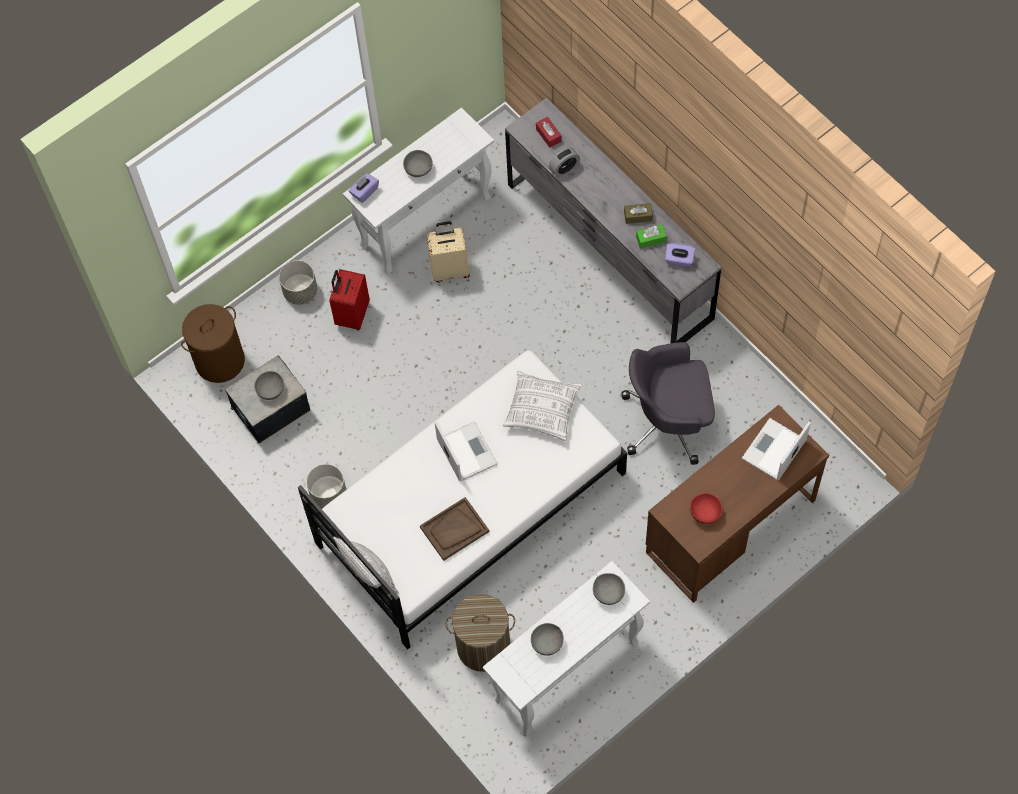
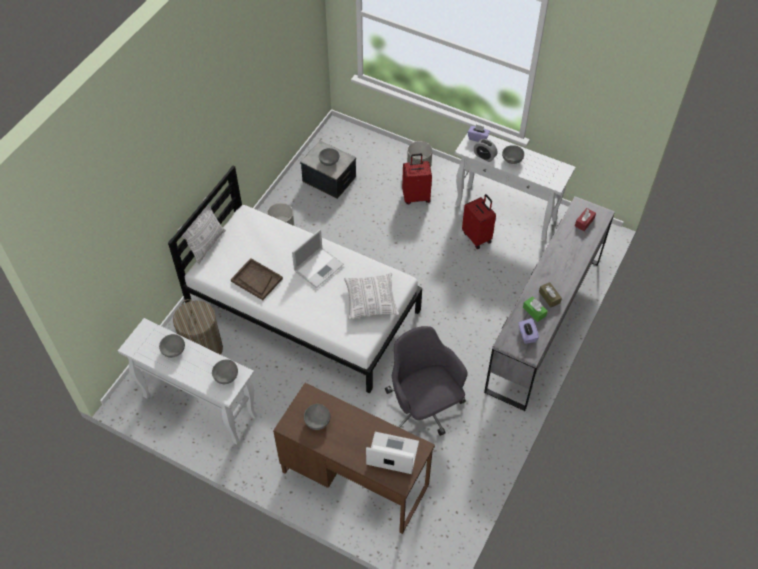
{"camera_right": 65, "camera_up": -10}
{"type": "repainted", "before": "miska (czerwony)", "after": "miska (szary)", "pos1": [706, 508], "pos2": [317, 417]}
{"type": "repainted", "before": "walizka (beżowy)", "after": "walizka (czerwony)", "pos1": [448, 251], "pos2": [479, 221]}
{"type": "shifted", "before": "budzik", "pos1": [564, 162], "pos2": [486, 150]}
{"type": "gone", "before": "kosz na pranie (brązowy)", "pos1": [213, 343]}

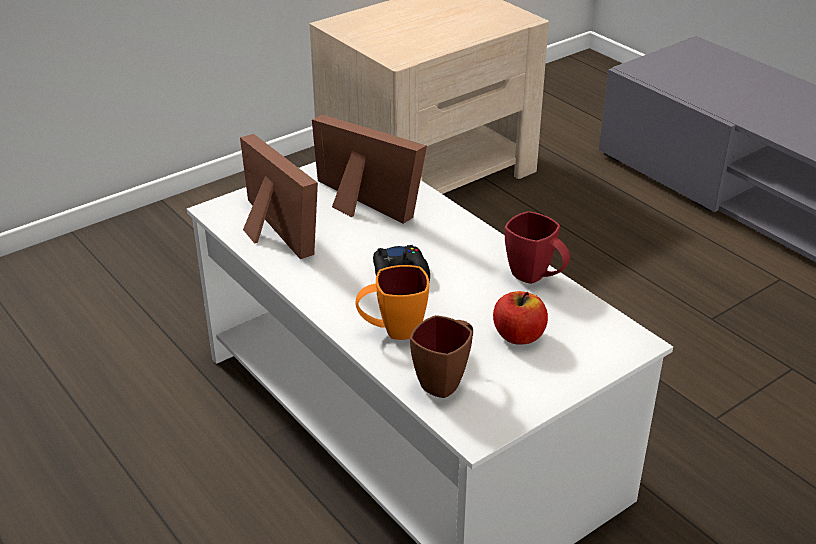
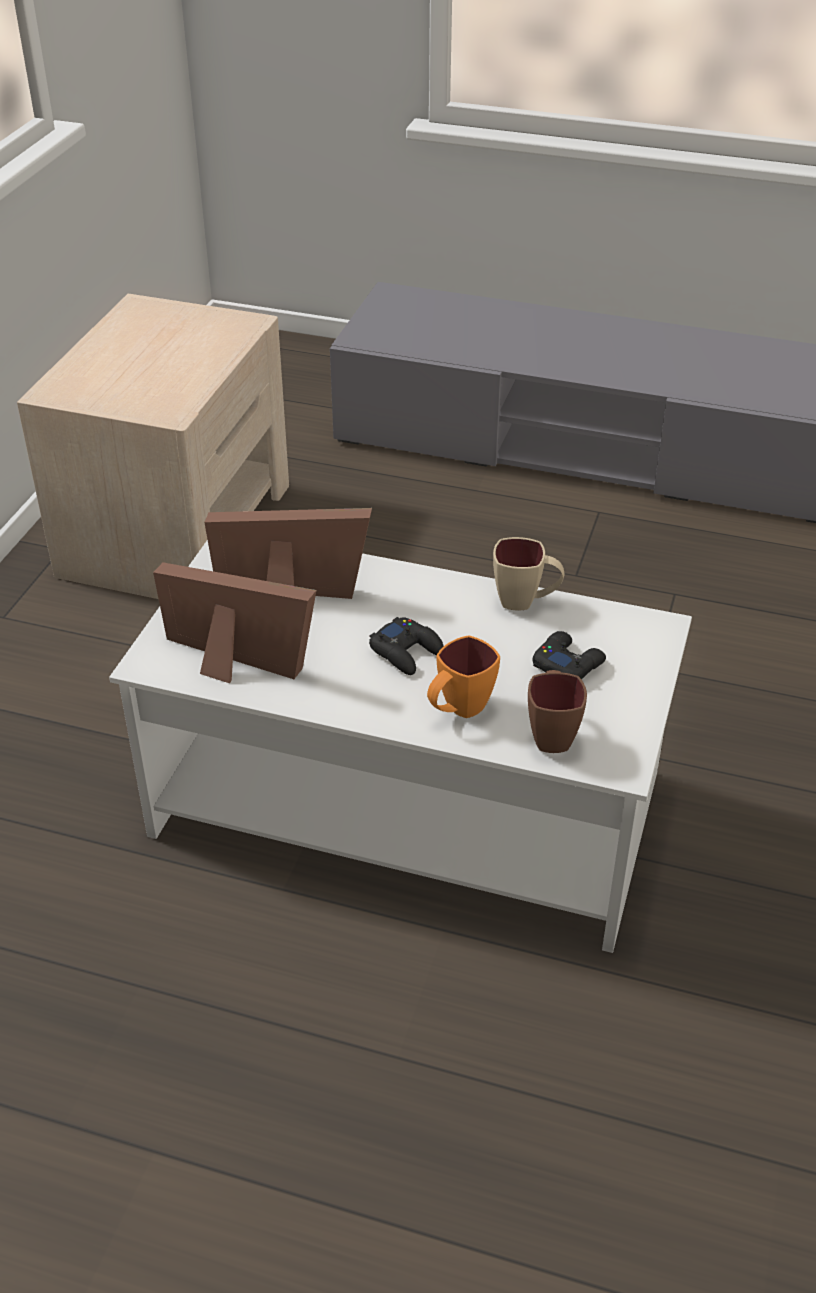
{"camera_right": -35, "camera_up": 5}
{"type": "repainted", "before": "kubek (czerwony)", "after": "kubek (beżowy)", "pos1": [537, 247], "pos2": [528, 573]}
{"type": "swapped", "before": "jabłko", "after": "pad do gier (czarny)", "pos1": [520, 318], "pos2": [569, 655]}

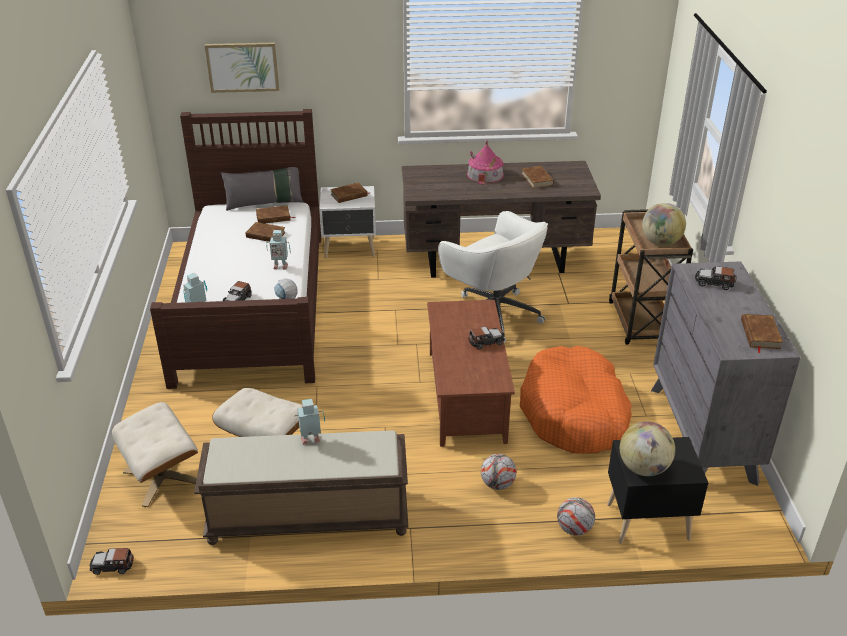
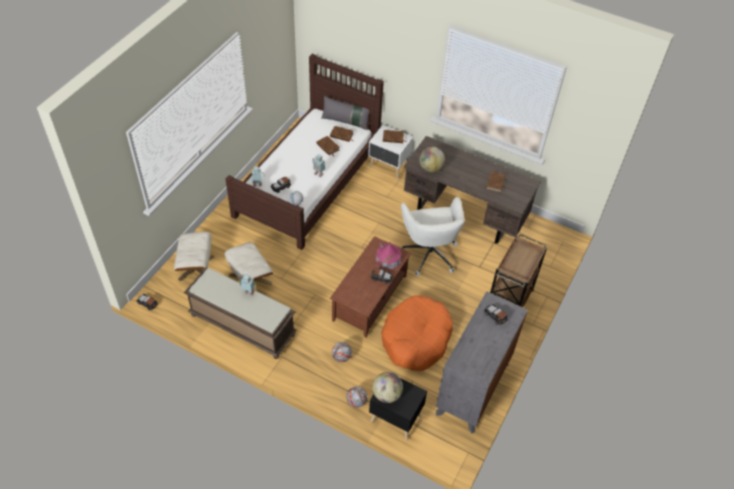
{"camera_right": 30, "camera_up": 15}
{"type": "shifted", "before": "domek", "pos1": [485, 162], "pos2": [388, 256]}
{"type": "shifted", "before": "globus", "pos1": [664, 224], "pos2": [432, 159]}
{"type": "gone", "before": "obraz", "pos1": [242, 68]}
{"type": "gone", "before": "książka (brązowy)", "pos1": [762, 333]}

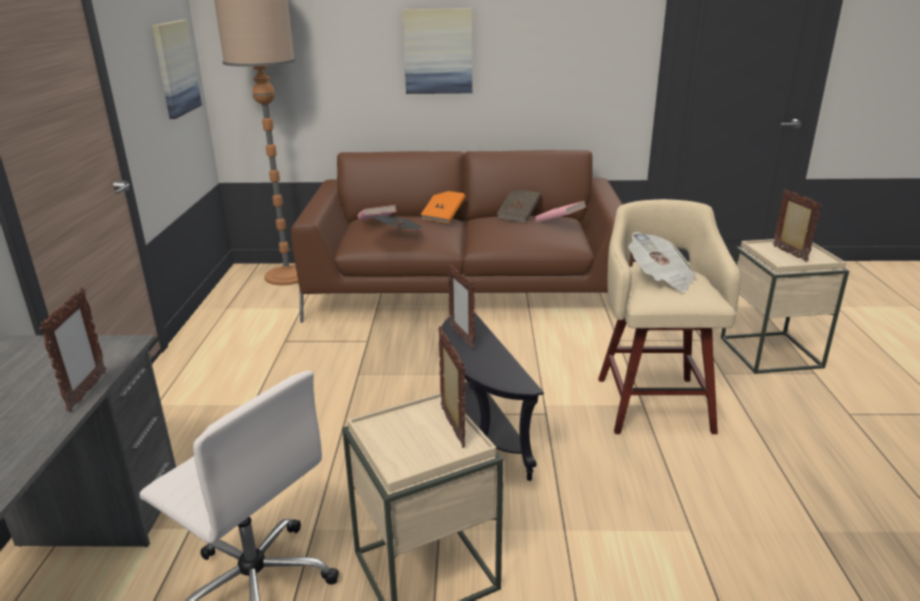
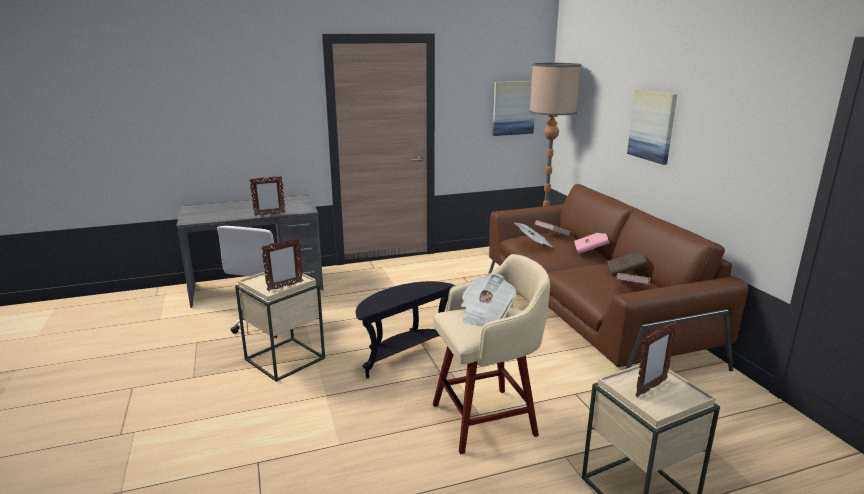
{"camera_right": 70, "camera_up": -5}
{"type": "repainted", "before": "książka (pomarańczowy)", "after": "książka (różowy)", "pos1": [443, 207], "pos2": [592, 243]}
{"type": "gone", "before": "ramka na zdjęcie", "pos1": [461, 306]}

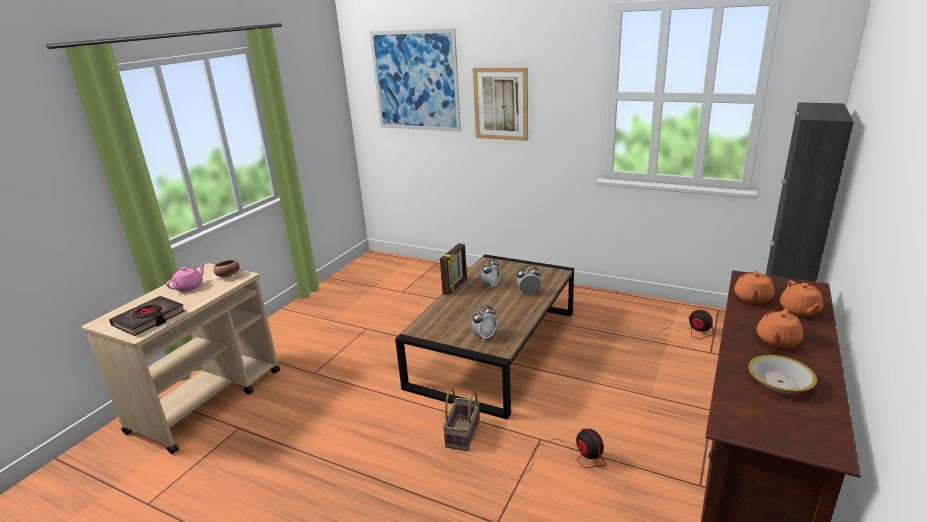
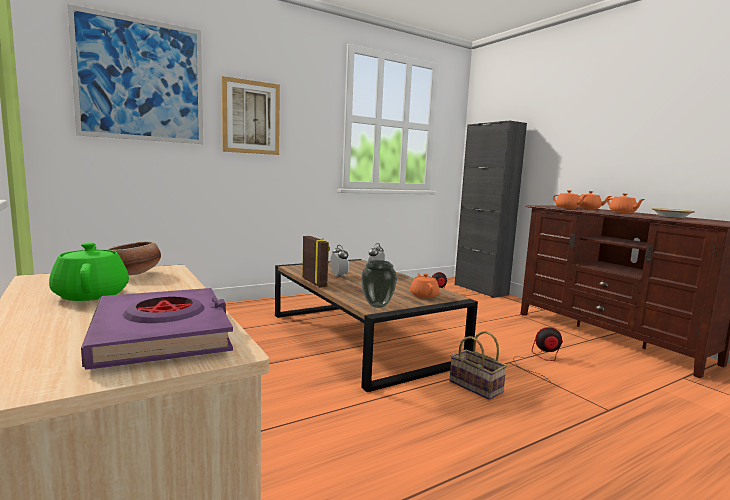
{"camera_right": -60, "camera_up": -15}
{"type": "repainted", "before": "imbryk (różowy)", "after": "imbryk (zielony)", "pos1": [186, 277], "pos2": [89, 271]}
{"type": "repainted", "before": "książka (czarny)", "after": "książka (fioletowy)", "pos1": [147, 316], "pos2": [157, 329]}
{"type": "new", "after": "wazon", "pos2": [379, 284]}
{"type": "swapped", "before": "budzik", "after": "imbryk (pomarańczowy)", "pos1": [484, 323], "pos2": [424, 285]}

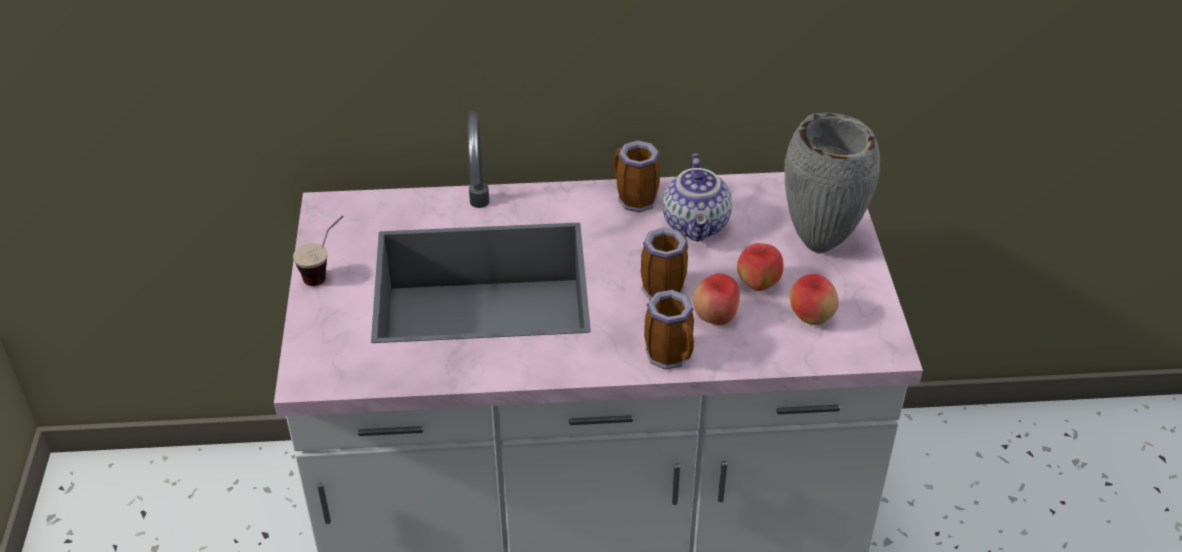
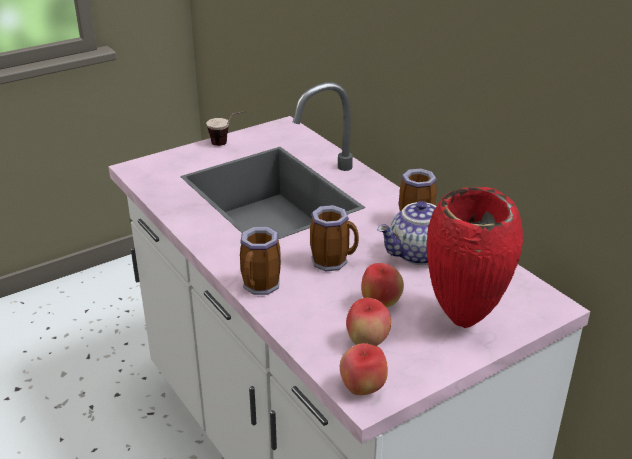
{"camera_right": 60, "camera_up": -10}
{"type": "shifted", "before": "jabłko", "pos1": [716, 299], "pos2": [364, 369]}
{"type": "repainted", "before": "wazon (szary)", "after": "wazon (czerwony)", "pos1": [832, 183], "pos2": [475, 257]}

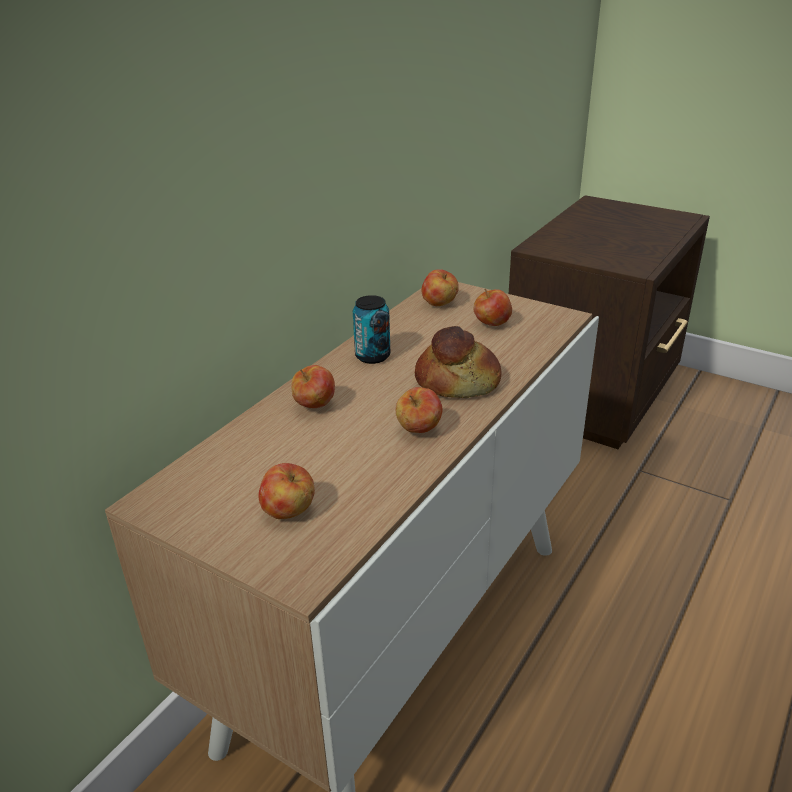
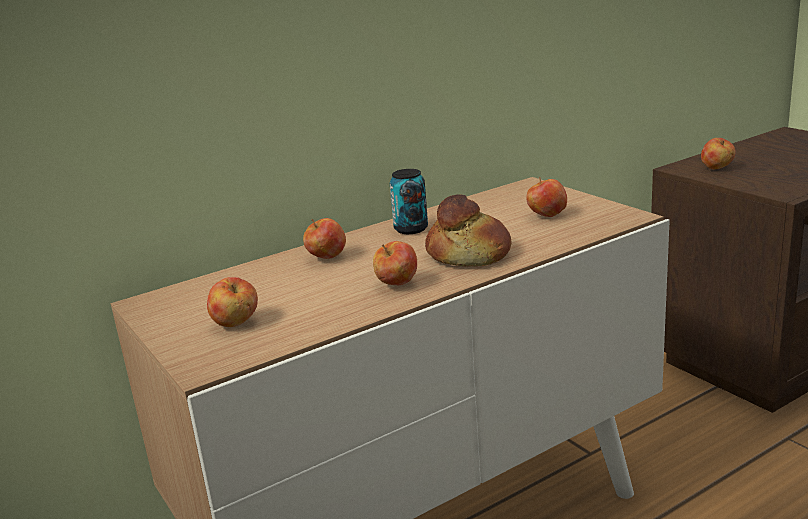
{"camera_right": 25, "camera_up": -10}
{"type": "shifted", "before": "jabłko", "pos1": [440, 287], "pos2": [718, 153]}

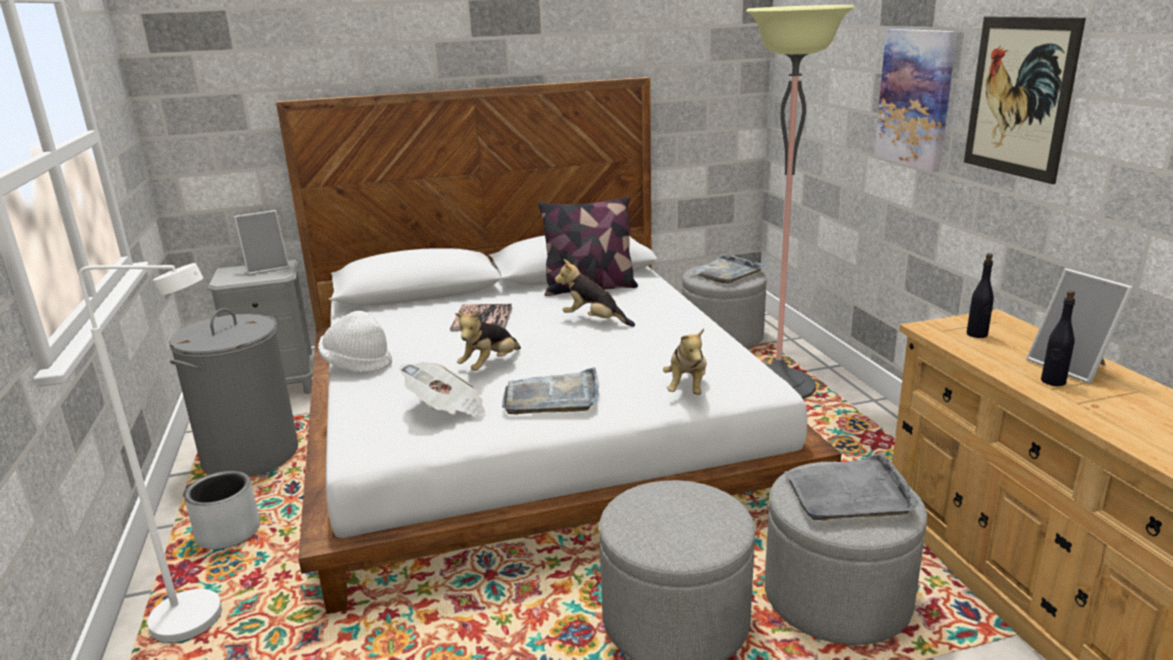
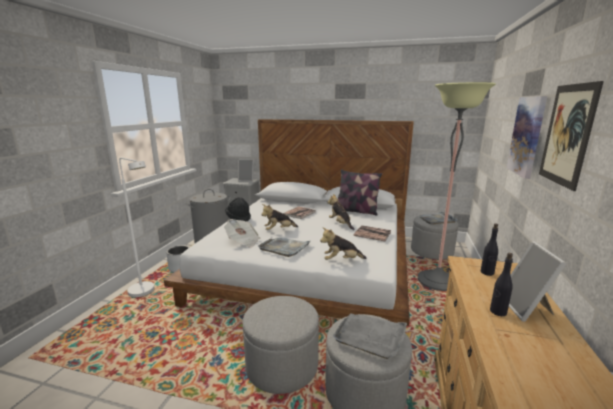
{"camera_right": 30, "camera_up": -5}
{"type": "repainted", "before": "kapelusz (biały)", "after": "kapelusz (czarny)", "pos1": [355, 342], "pos2": [238, 209]}
{"type": "rotated", "before": "pluszak", "pos1": [685, 361], "pos2": [343, 243], "turn": 45}
{"type": "new", "after": "książka", "pos2": [372, 233]}

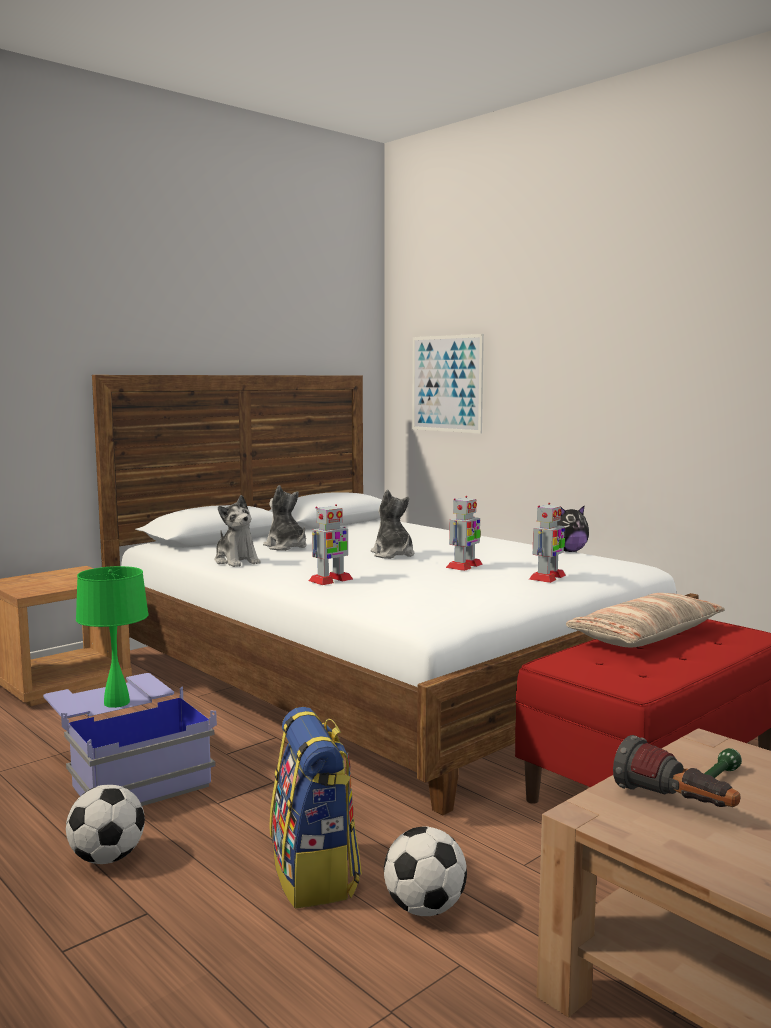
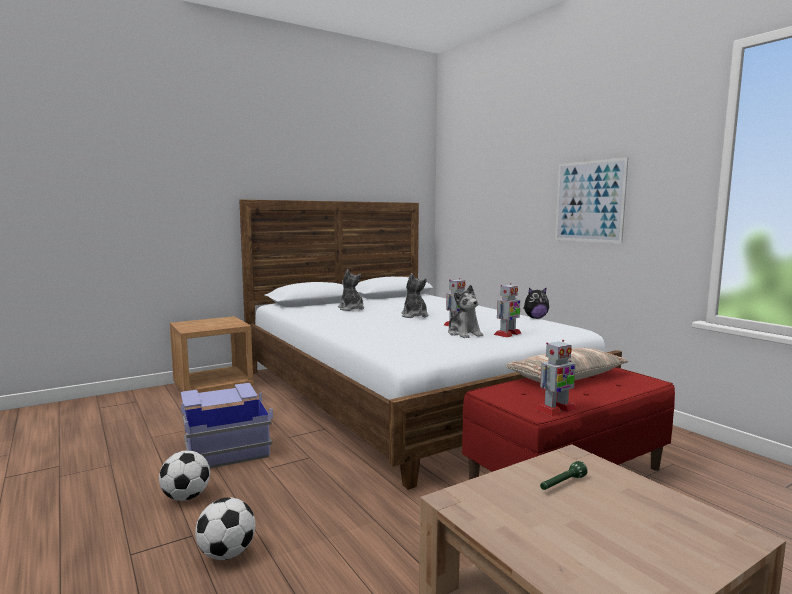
{"camera_right": 10, "camera_up": 0}
{"type": "shifted", "before": "piłka futbolowa", "pos1": [425, 871], "pos2": [225, 528]}
{"type": "shifted", "before": "pluszak", "pos1": [238, 531], "pos2": [465, 311]}
{"type": "shifted", "before": "robot zabawkowy", "pos1": [331, 544], "pos2": [556, 378]}
{"type": "shifted", "before": "obraz", "pos1": [448, 384], "pos2": [592, 200]}
{"type": "gone", "before": "lampa stołowa (zielony)", "pos1": [112, 637]}
{"type": "gone", "before": "plecak", "pos1": [316, 808]}
{"type": "gone", "before": "latarka", "pos1": [677, 771]}

